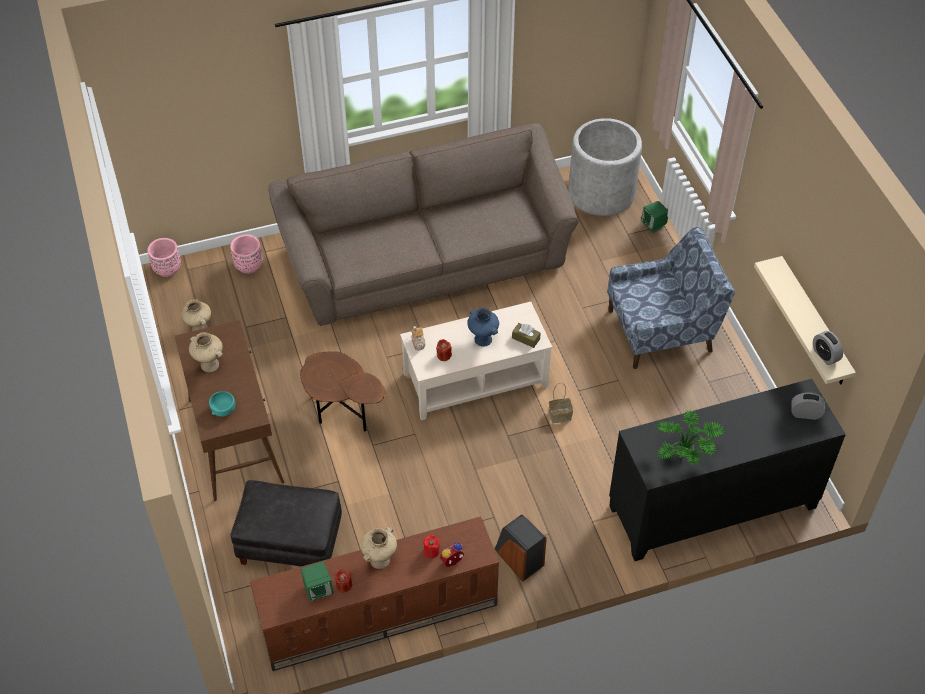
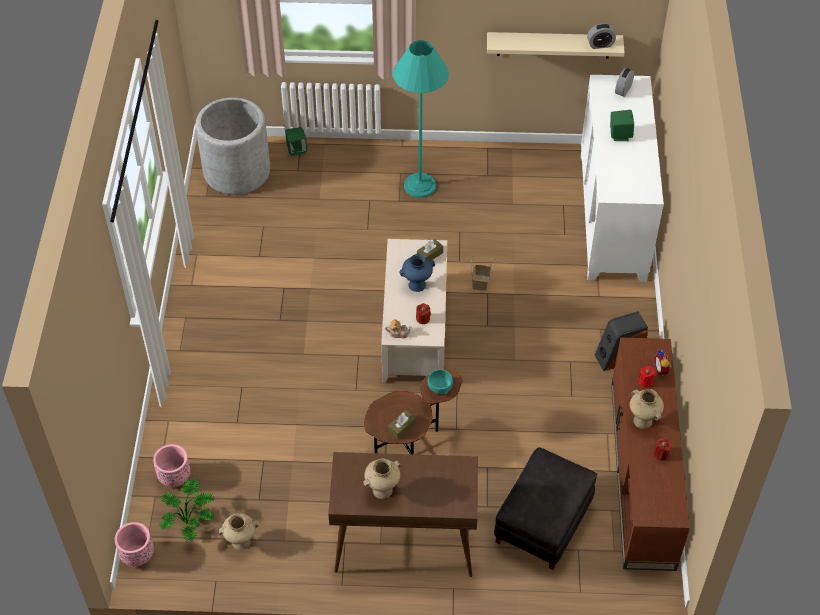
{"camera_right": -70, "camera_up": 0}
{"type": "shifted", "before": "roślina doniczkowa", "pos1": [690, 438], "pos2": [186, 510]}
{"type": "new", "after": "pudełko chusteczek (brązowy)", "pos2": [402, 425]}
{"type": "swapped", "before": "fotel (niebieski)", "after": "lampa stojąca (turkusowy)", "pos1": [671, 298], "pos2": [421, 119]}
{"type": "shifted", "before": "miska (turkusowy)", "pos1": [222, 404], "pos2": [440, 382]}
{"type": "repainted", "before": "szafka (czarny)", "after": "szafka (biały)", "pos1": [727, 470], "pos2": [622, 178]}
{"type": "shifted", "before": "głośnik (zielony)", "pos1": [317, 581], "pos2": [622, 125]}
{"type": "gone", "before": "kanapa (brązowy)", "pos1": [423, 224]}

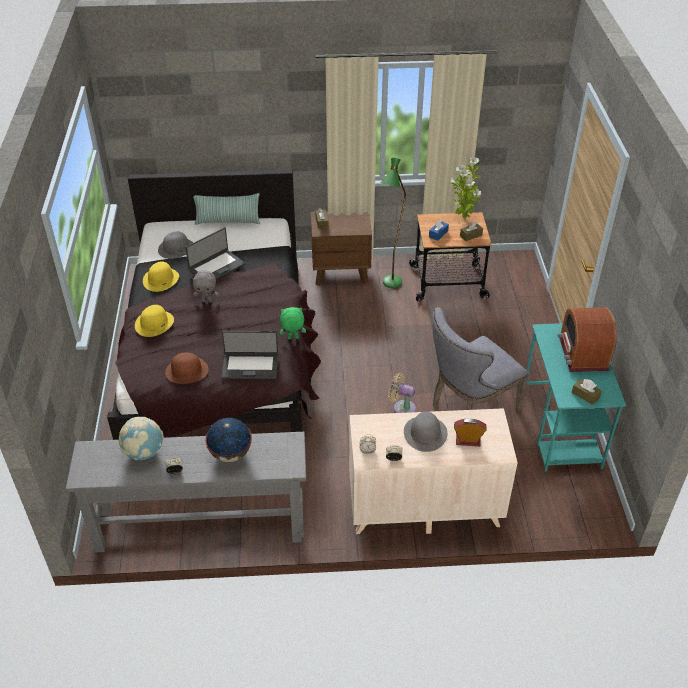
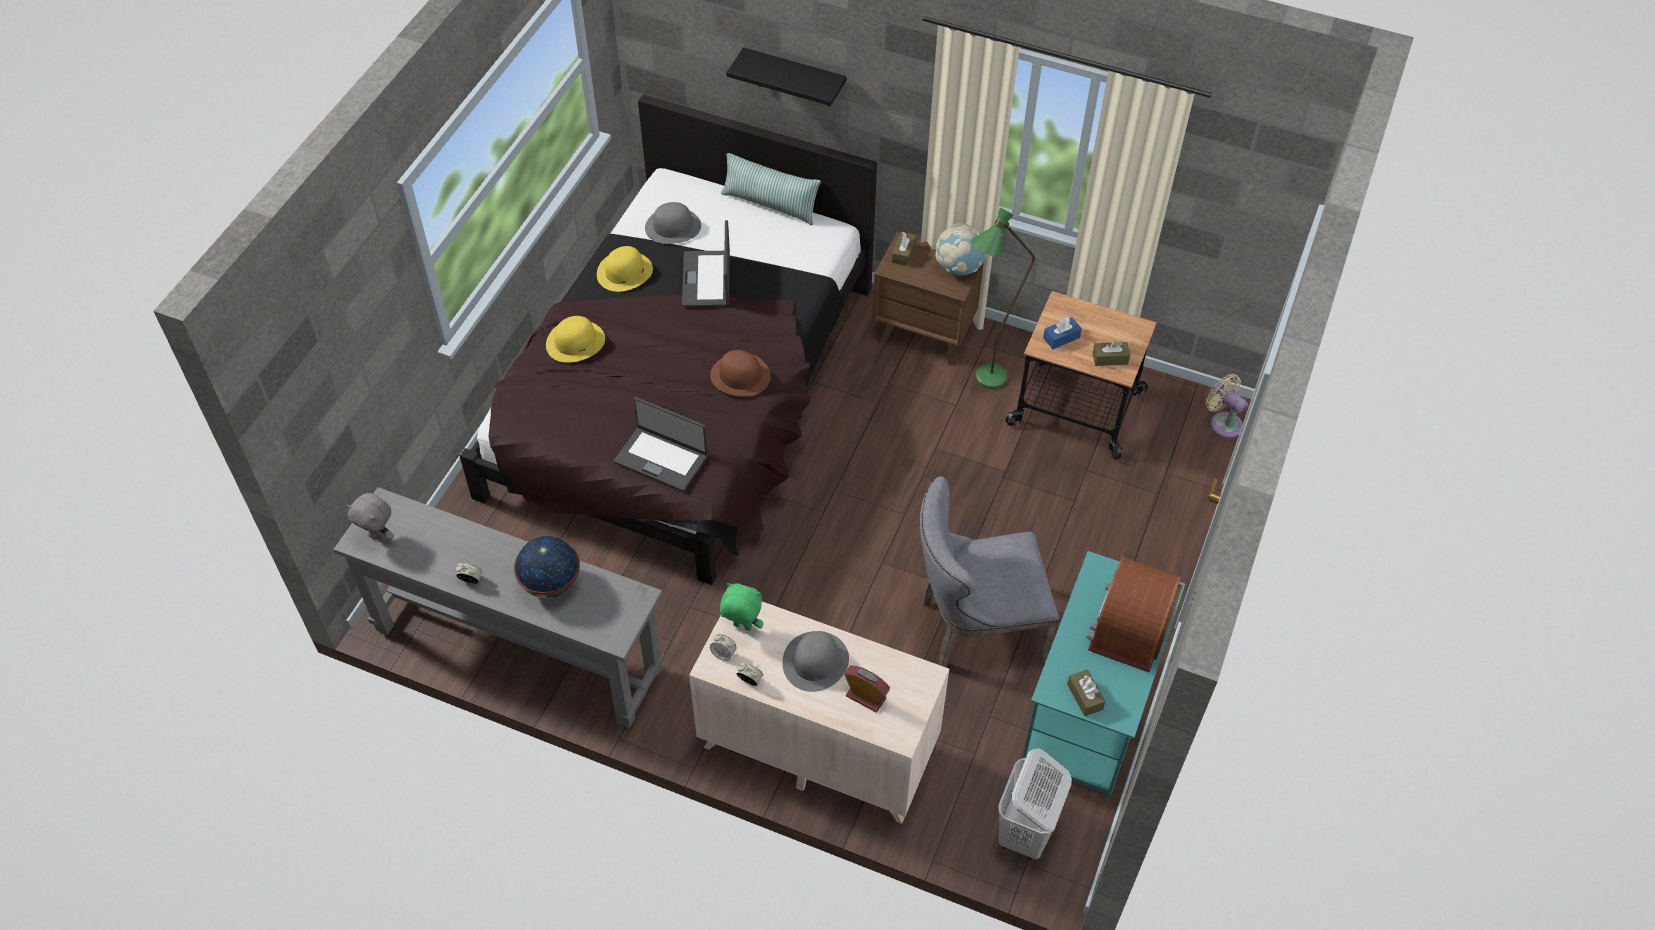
{"camera_right": 25, "camera_up": 10}
{"type": "shifted", "before": "pluszak (szary)", "pos1": [205, 286], "pos2": [370, 518]}
{"type": "rotated", "before": "laptop", "pos1": [215, 253], "pos2": [706, 263], "turn": 105}
{"type": "shifted", "before": "kapelusz (brązowy)", "pos1": [187, 368], "pos2": [740, 373]}
{"type": "shifted", "before": "pluszak (zielony)", "pos1": [293, 323], "pos2": [741, 607]}
{"type": "new", "after": "półka (czarny)", "pos2": [786, 77]}
{"type": "shifted", "before": "globus", "pos1": [141, 438], "pos2": [961, 249]}
{"type": "new", "after": "kosz na pranie (biały)", "pos2": [1035, 804]}
{"type": "shifted", "before": "wentylator (beżowy)", "pos1": [402, 393], "pos2": [1227, 406]}
{"type": "gone", "before": "roślina doniczkowa", "pos1": [465, 188]}

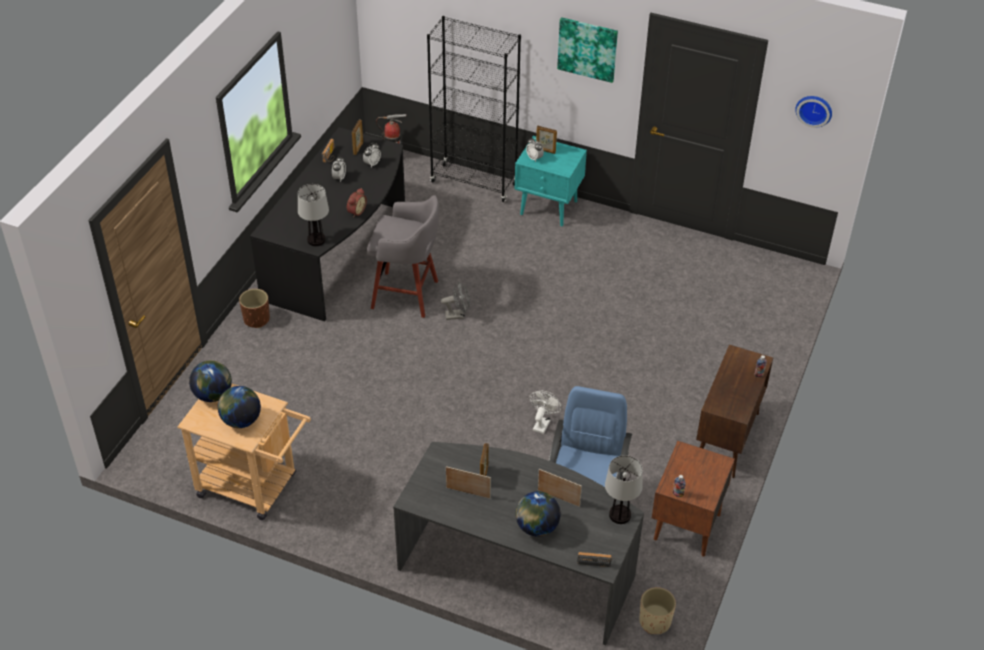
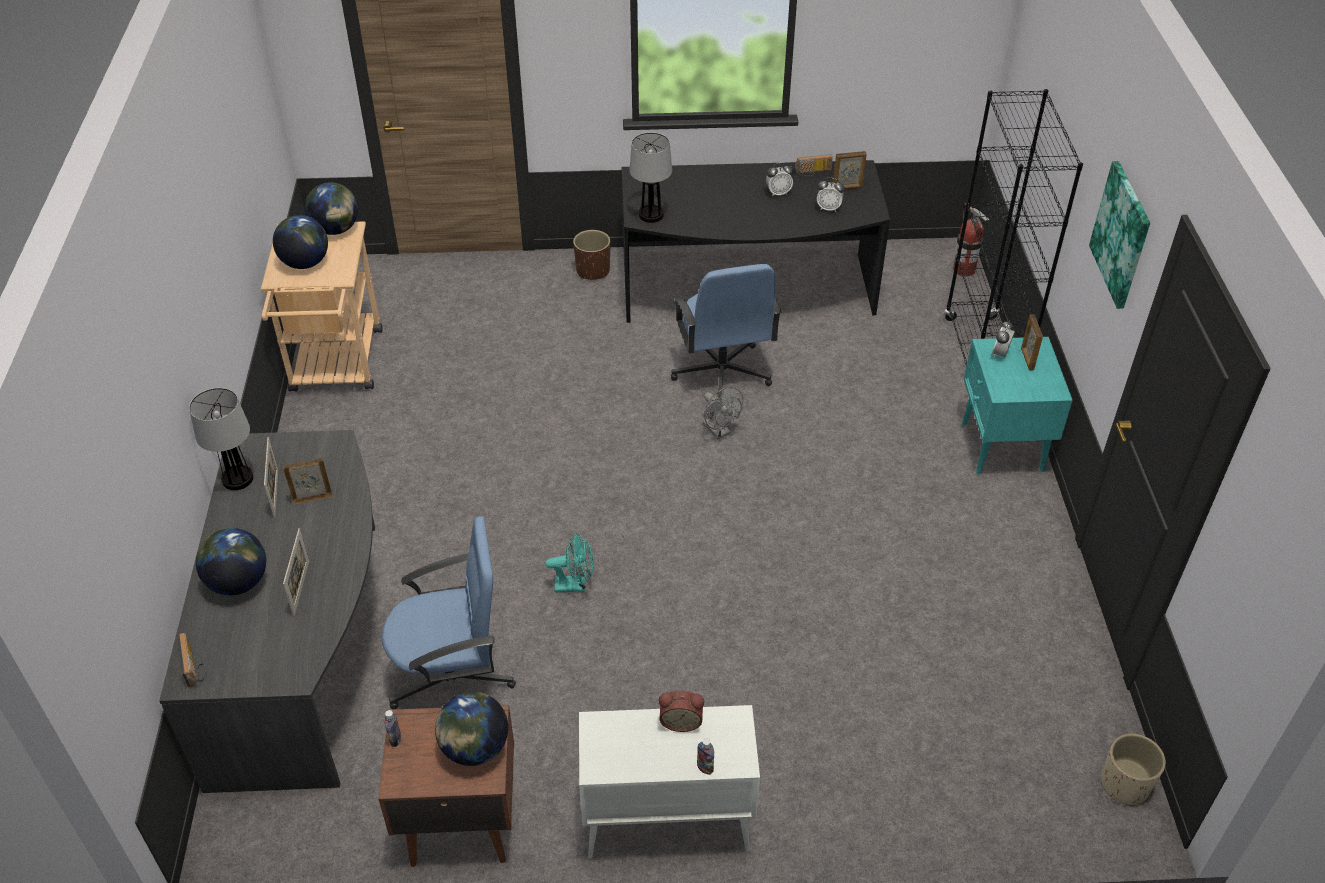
{"camera_right": 65, "camera_up": 0}
{"type": "shifted", "before": "lampa stołowa", "pos1": [624, 489], "pos2": [221, 439]}
{"type": "new", "after": "globus", "pos2": [471, 729]}
{"type": "repainted", "before": "wentylator (biały)", "after": "wentylator (turkusowy)", "pos1": [545, 412], "pos2": [569, 563]}
{"type": "repainted", "before": "szafka (brązowy)", "after": "szafka (biały)", "pos1": [734, 411], "pos2": [669, 781]}
{"type": "shifted", "before": "budzik", "pos1": [357, 202], "pos2": [681, 711]}
{"type": "swapped", "before": "stołek (szary)", "after": "krzesło biurowe (niebieski)", "pos1": [403, 256], "pos2": [726, 331]}
{"type": "shifted", "before": "donica (beżowy)", "pos1": [657, 610], "pos2": [1133, 769]}
{"type": "gone", "before": "zegar ścienny", "pos1": [813, 112]}

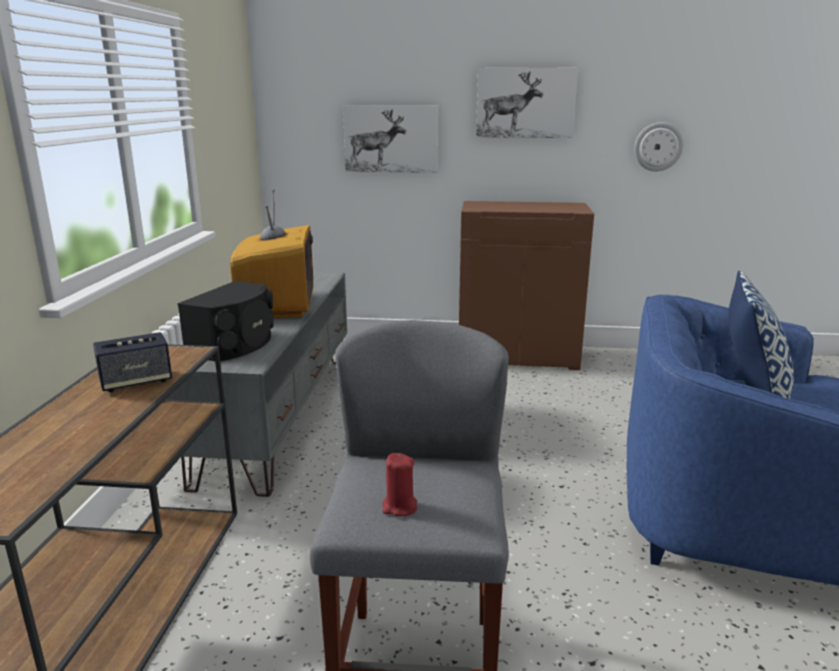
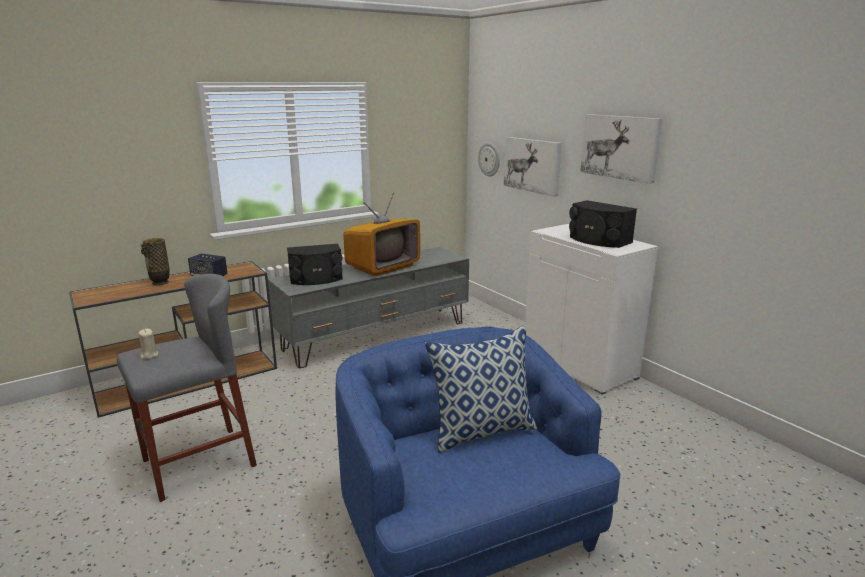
{"camera_right": 50, "camera_up": 0}
{"type": "repainted", "before": "świeca (czerwony)", "after": "świeca (beżowy)", "pos1": [399, 484], "pos2": [148, 344]}
{"type": "new", "after": "wazon", "pos2": [155, 261]}
{"type": "shifted", "before": "zegar ścienny", "pos1": [659, 146], "pos2": [489, 160]}
{"type": "repainted", "before": "szafka (brązowy)", "after": "szafka (biały)", "pos1": [526, 285], "pos2": [591, 309]}
{"type": "new", "after": "głośnik (czarny)", "pos2": [603, 224]}

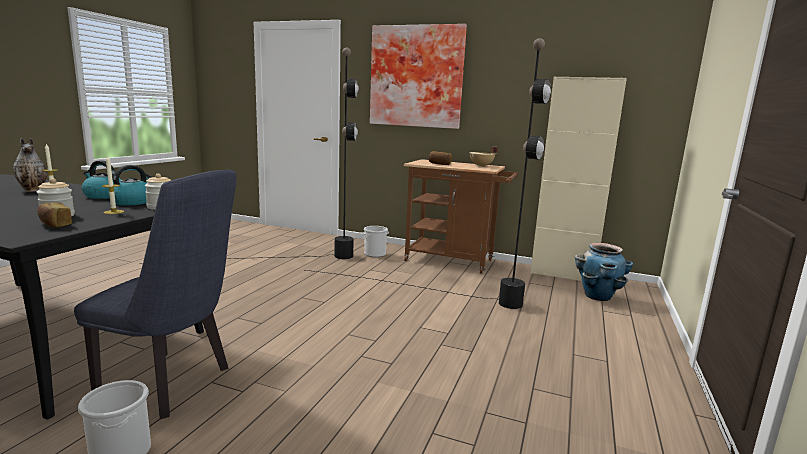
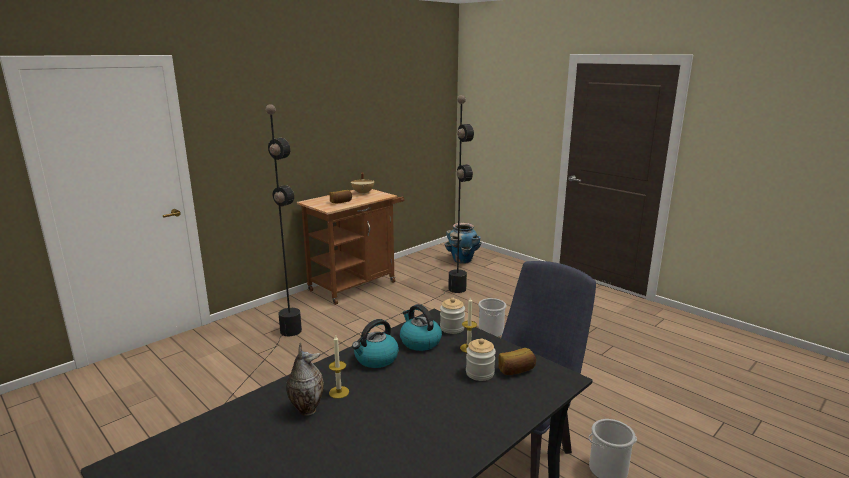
{"camera_right": -65, "camera_up": 5}
{"type": "shifted", "before": "wiadro", "pos1": [375, 241], "pos2": [492, 317]}
{"type": "gone", "before": "obraz", "pos1": [418, 76]}
{"type": "gone", "before": "szafka (beżowy)", "pos1": [578, 179]}

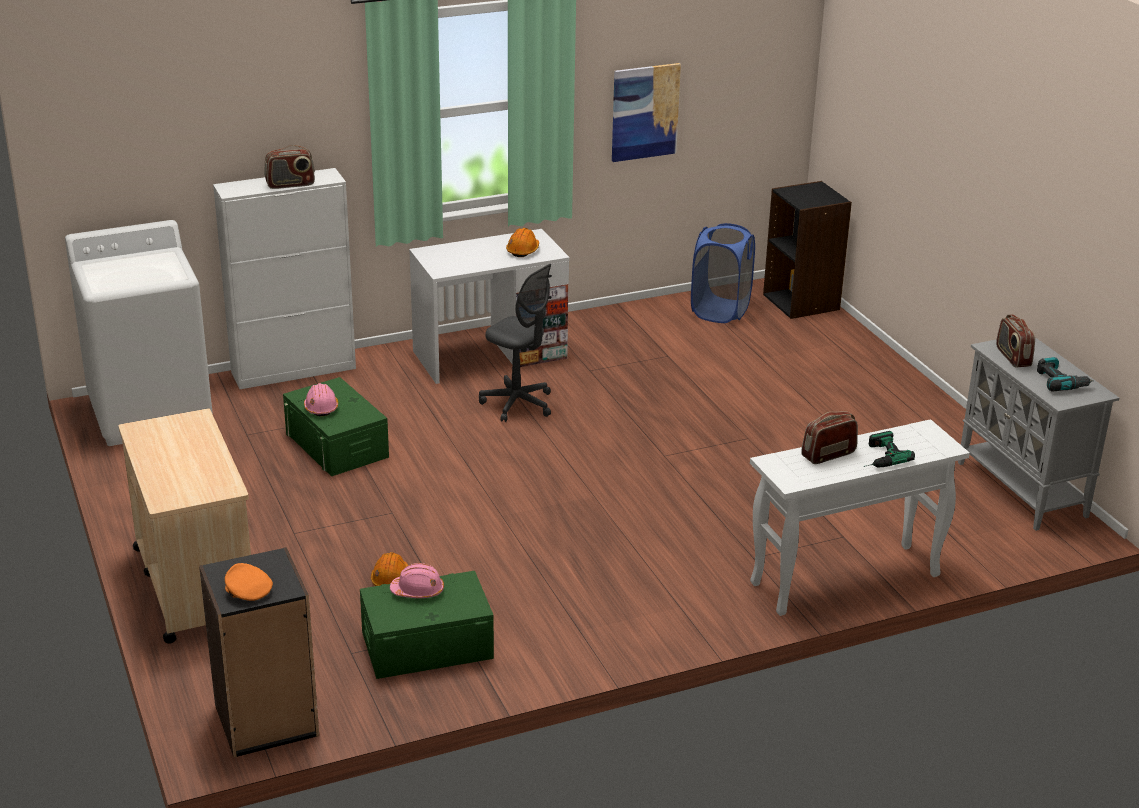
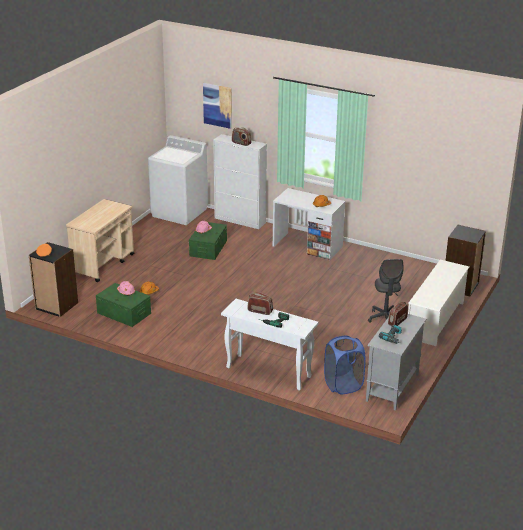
{"camera_right": 50, "camera_up": 0}
{"type": "shifted", "before": "obraz", "pos1": [646, 112], "pos2": [217, 106]}
{"type": "shifted", "before": "kosz na pranie (niebieski)", "pos1": [723, 273], "pos2": [345, 364]}
{"type": "shifted", "before": "krzesło biurowe (szary)", "pos1": [515, 343], "pos2": [386, 291]}
{"type": "new", "after": "regał na buty (biały)", "pos2": [438, 303]}

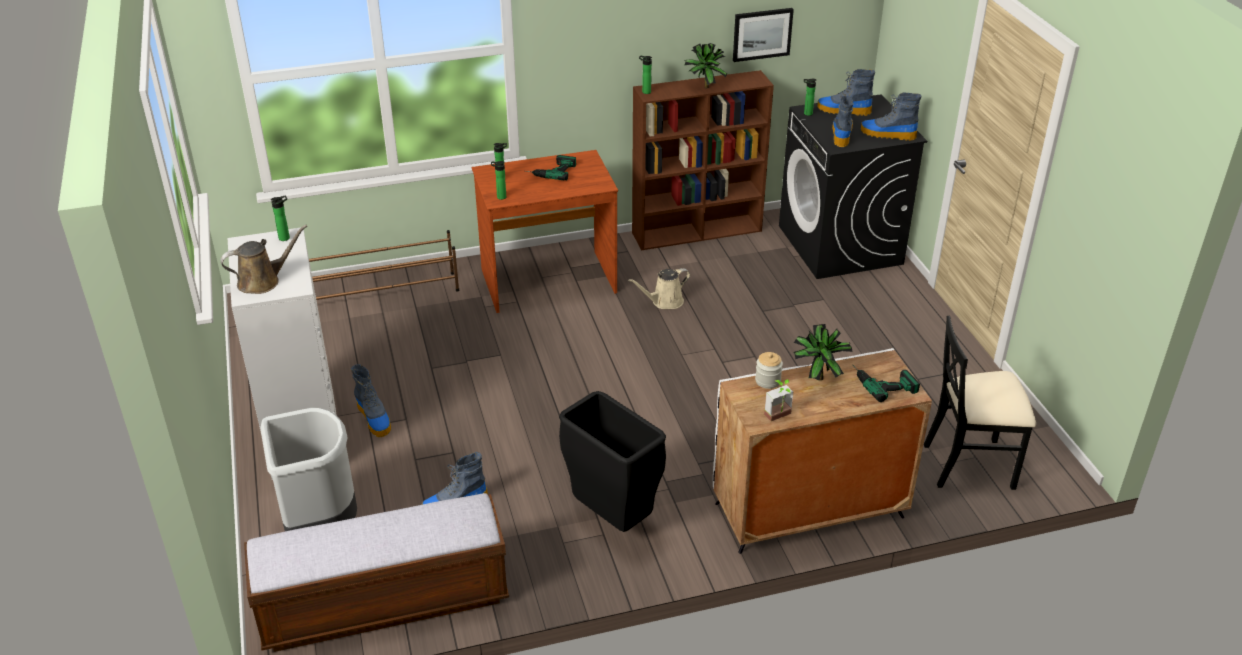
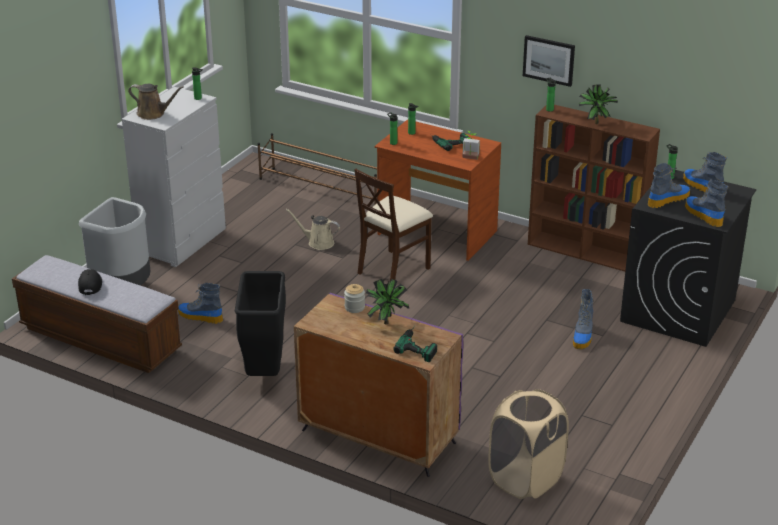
{"camera_right": 45, "camera_up": -5}
{"type": "new", "after": "czapka z daszkiem (czarny)", "pos2": [90, 282]}
{"type": "shifted", "before": "konewka (beżowy)", "pos1": [659, 288], "pos2": [313, 229]}
{"type": "repainted", "before": "szafka (biały)", "after": "szafka (fioletowy)", "pos1": [822, 451], "pos2": [378, 385]}
{"type": "new", "after": "krzesło (beżowy)", "pos2": [393, 225]}
{"type": "shifted", "before": "roślina doniczkowa", "pos1": [779, 400], "pos2": [471, 145]}
{"type": "swapped", "before": "krzesło (czarny)", "after": "kosz na pranie (beżowy)", "pos1": [980, 403], "pos2": [528, 444]}
{"type": "shifted", "before": "obraz", "pos1": [763, 35], "pos2": [549, 61]}
{"type": "shifted", "before": "but z cholewką", "pos1": [371, 400], "pos2": [583, 319]}

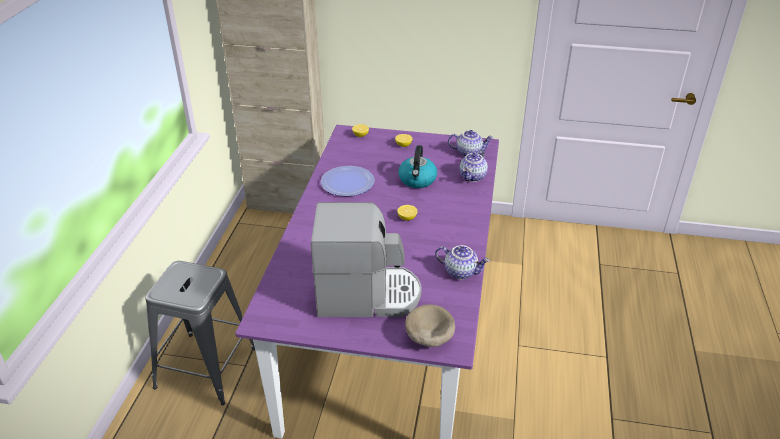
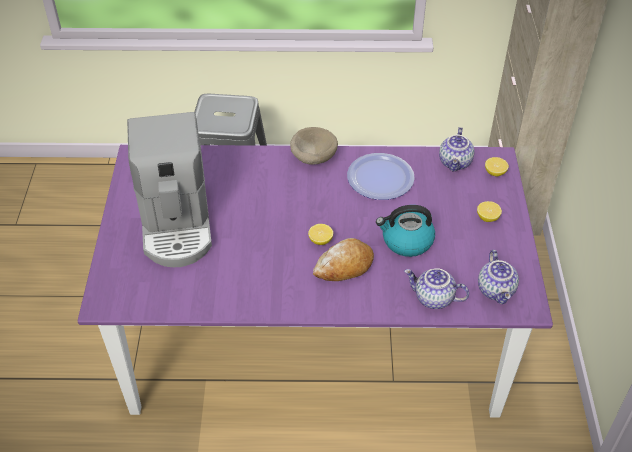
{"camera_right": 80, "camera_up": 10}
{"type": "shifted", "before": "miska (beżowy)", "pos1": [430, 325], "pos2": [314, 146]}
{"type": "new", "after": "chleb", "pos2": [343, 259]}
{"type": "shifted", "before": "imbryk", "pos1": [462, 262], "pos2": [456, 149]}

